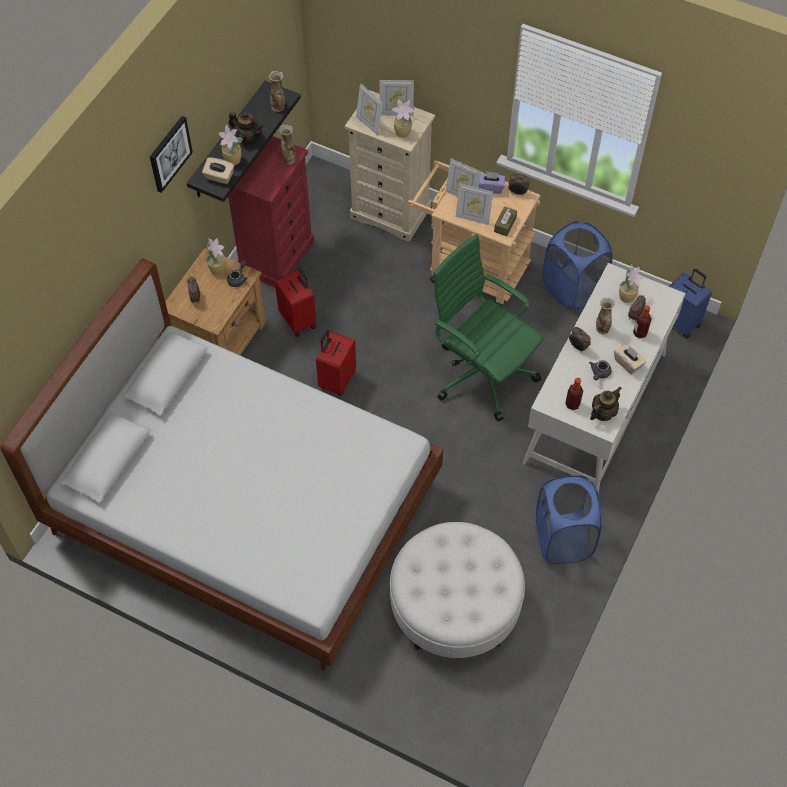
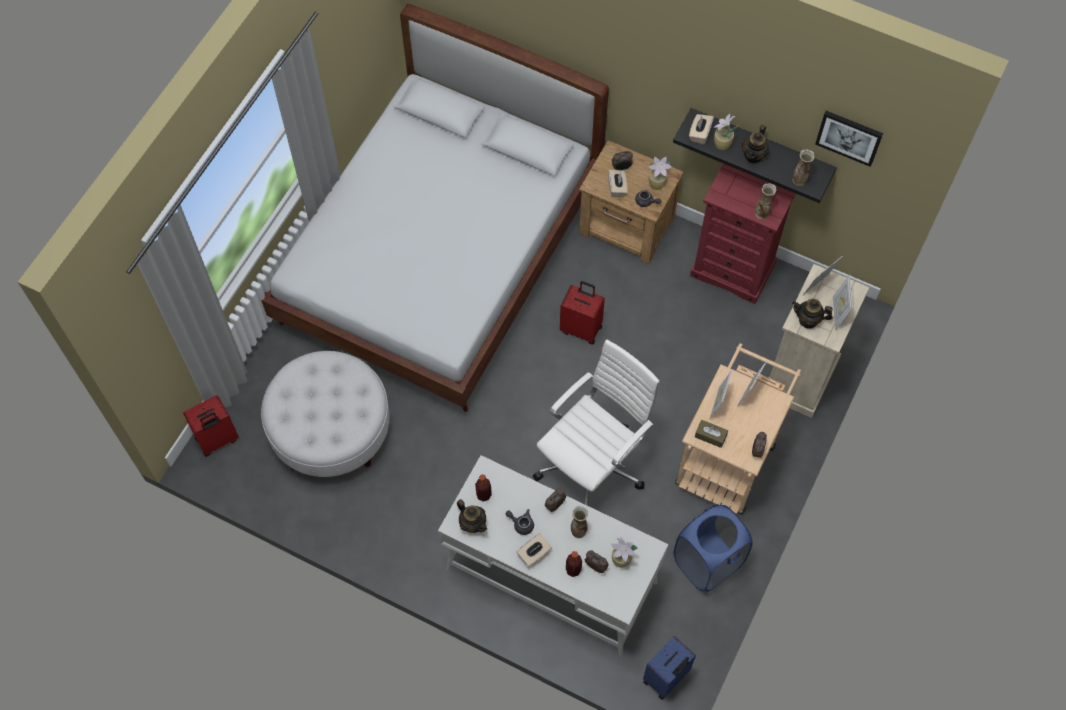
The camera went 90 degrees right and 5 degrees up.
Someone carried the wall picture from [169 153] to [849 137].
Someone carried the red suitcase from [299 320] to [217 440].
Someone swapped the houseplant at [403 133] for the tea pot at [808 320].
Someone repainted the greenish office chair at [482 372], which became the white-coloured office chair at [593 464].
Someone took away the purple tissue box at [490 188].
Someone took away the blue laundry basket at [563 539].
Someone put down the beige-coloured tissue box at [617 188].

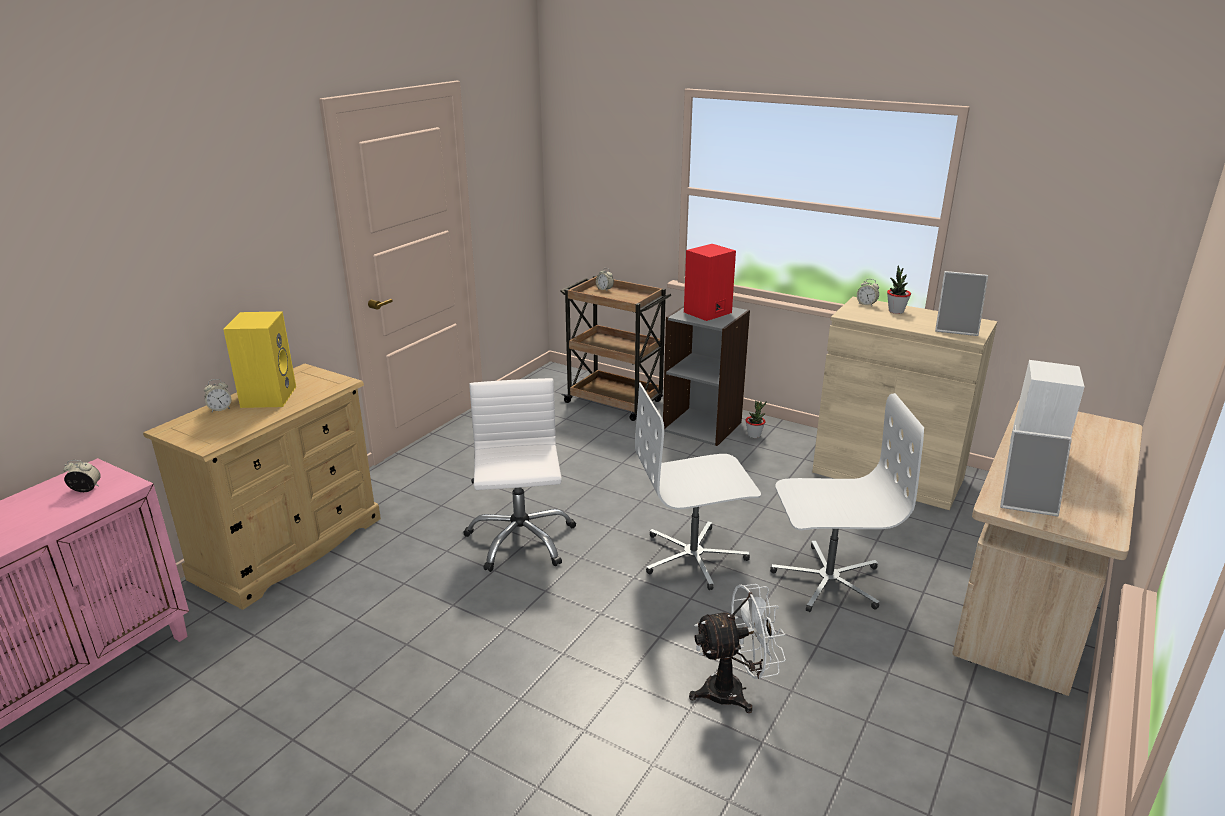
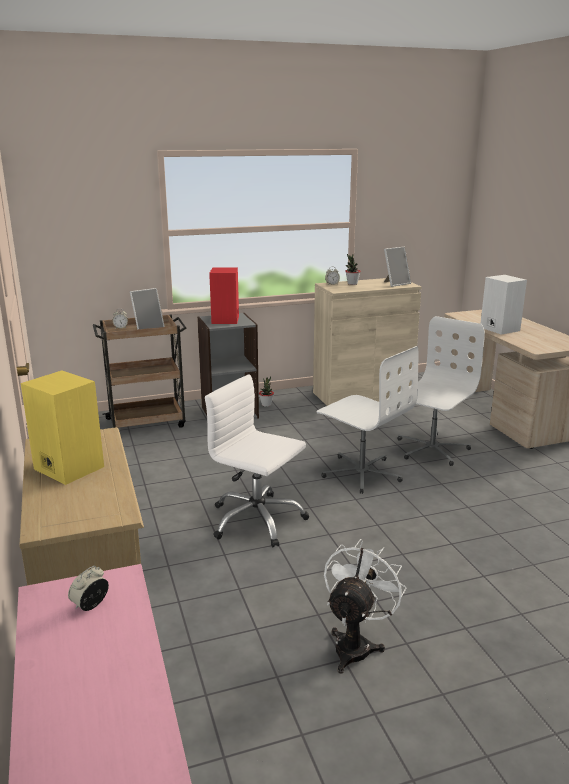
The camera went 50 degrees left and 5 degrees down.
Someone took away the alarm clock at [220 409].
Someone rotated the white-coloured office chair at [694 557] by 75 degrees counterclockwise.
Someone carried the white-coloured cooling fan from [734 690] to [356 644].
Someone carried the photo frame from [1027 503] to [148 328].

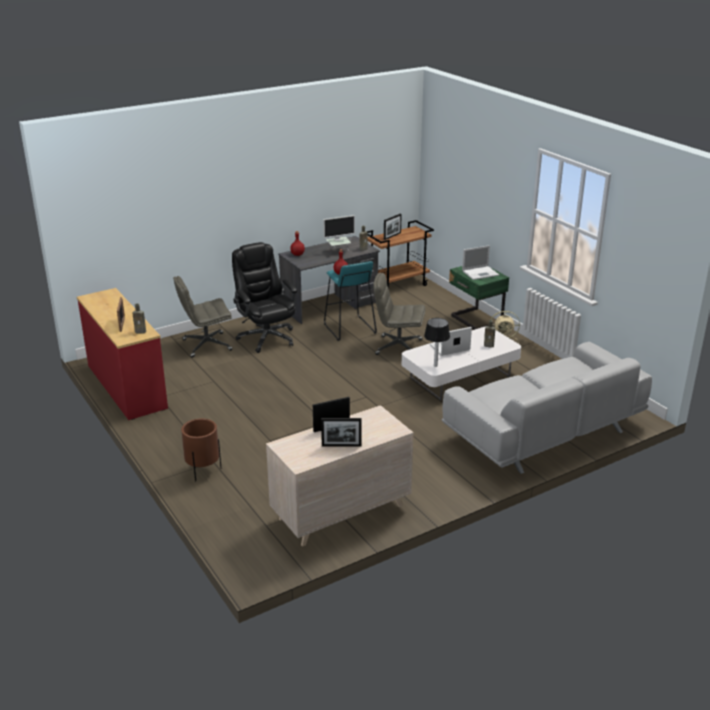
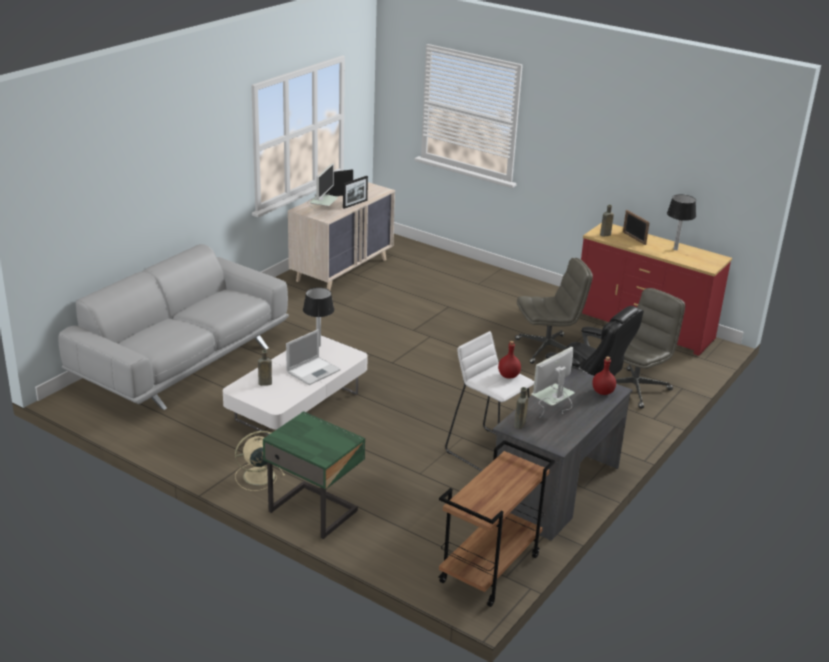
The camera went 155 degrees right and 0 degrees up.
Someone took away the brown-coloured plant pot at [203 471].
Someone repainted the turquoise-coloured sitting stool at [349 329], which became the white-coloured sitting stool at [489 452].
Someone carried the gray office chair from [398 347] to [547 349].
Someone took away the photo frame at [392 236].
Someone took away the laptop at [481 273].
Someone put down the computer display at [323 213].
Someone put down the tabletop lamp at [675 249].

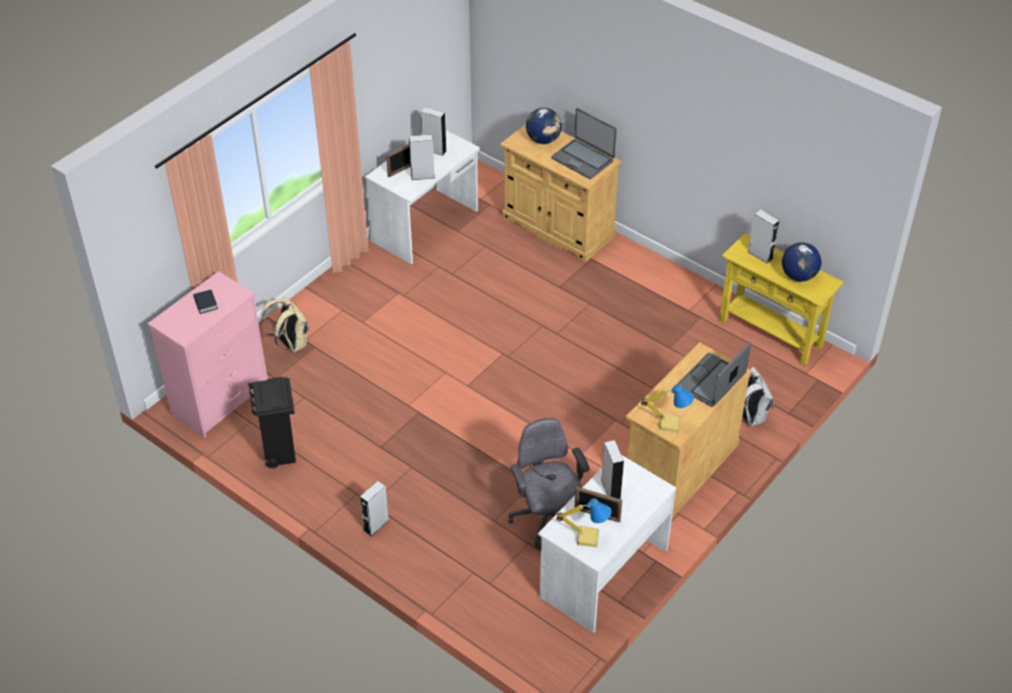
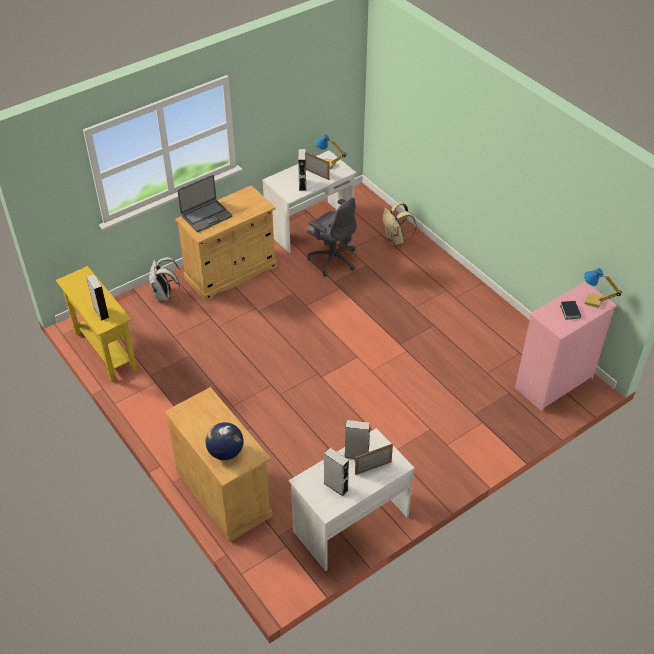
The camera went 165 degrees left and 0 degrees up.
Someone took away the black rubbish bin at [280 453].
Someone carried the beige-coloured rucksack from [291 344] to [396 240].
Someone took away the gray speaker at [376 525].
Someone rotated the gray office chair at [547 520] by 45 degrees counterclockwise.
Someone took away the laptop at [583 159].
Someone carried the tabletop lamp from [669 423] to [593 302].
Someone took away the globe at [798 275].

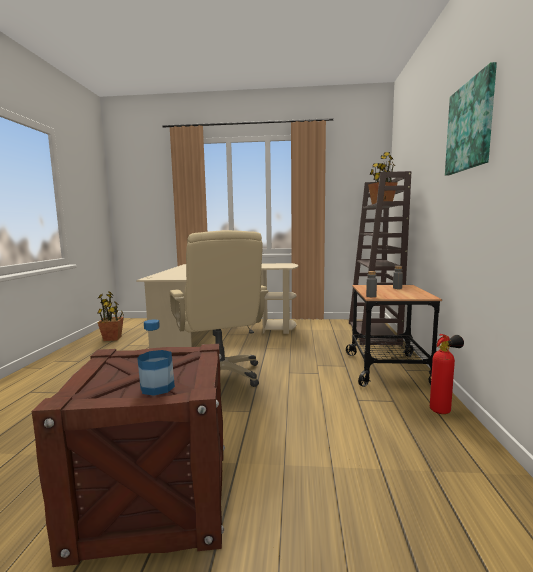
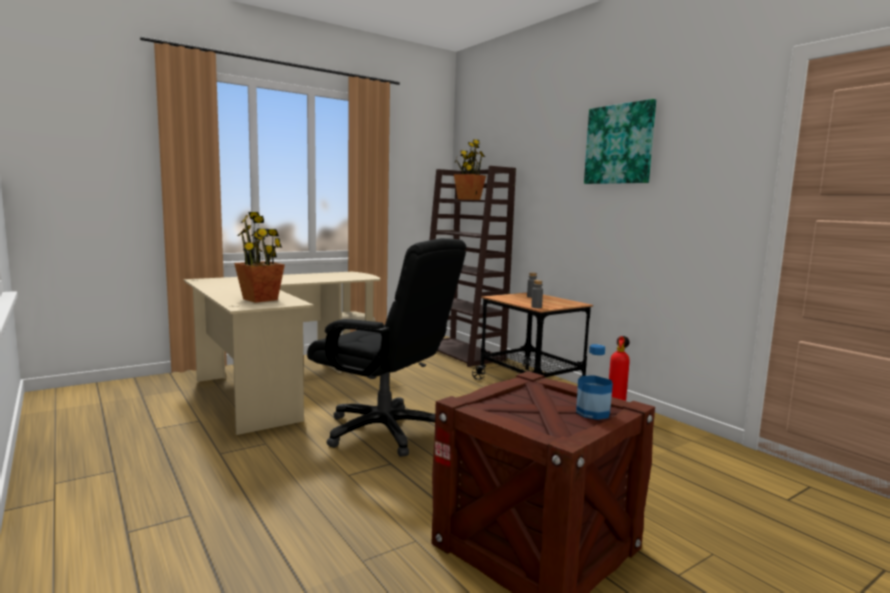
The camera went 40 degrees left and 0 degrees up.
Someone carried the houseplant from [113 338] to [260 299].
Someone repainted the beige-coloured office chair at [220 376], which became the black office chair at [385 431].

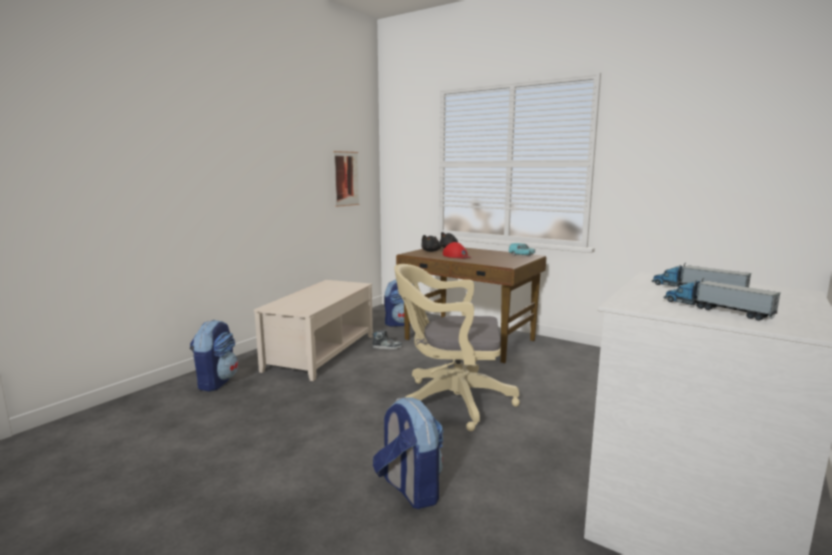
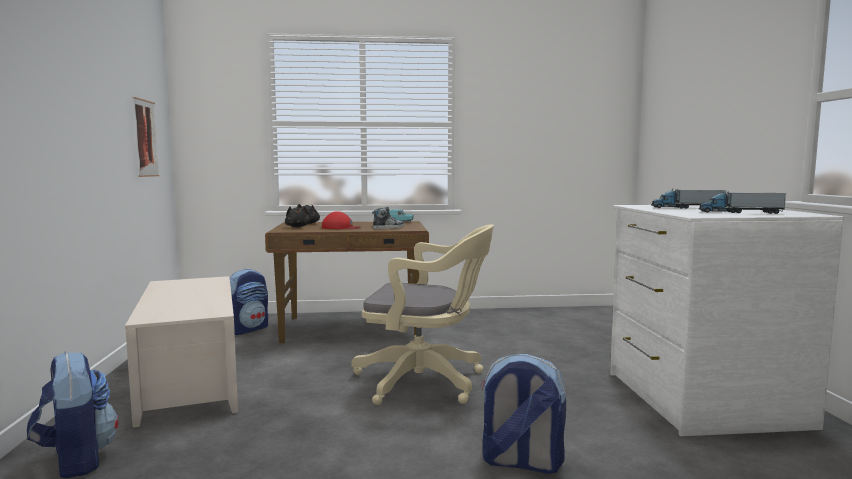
The camera went 40 degrees left and 5 degrees down.
Someone carried the low shoe from [387 347] to [388 228].
Someone rotated the beige-coloured office chair at [450 400] by 135 degrees counterclockwise.

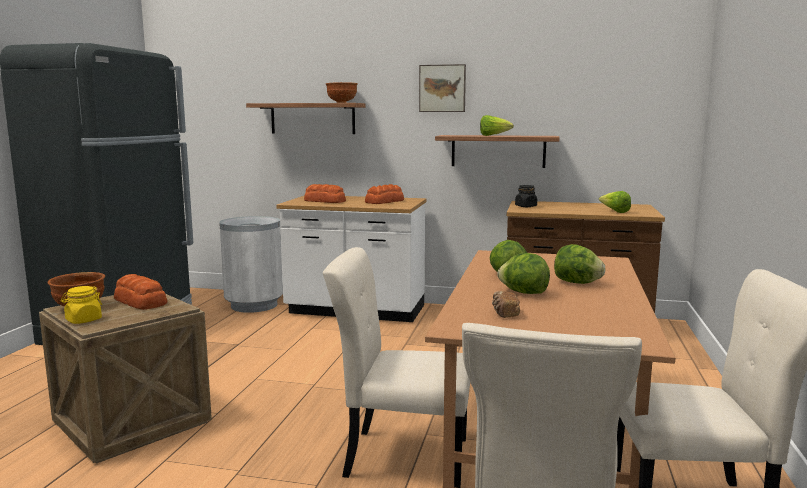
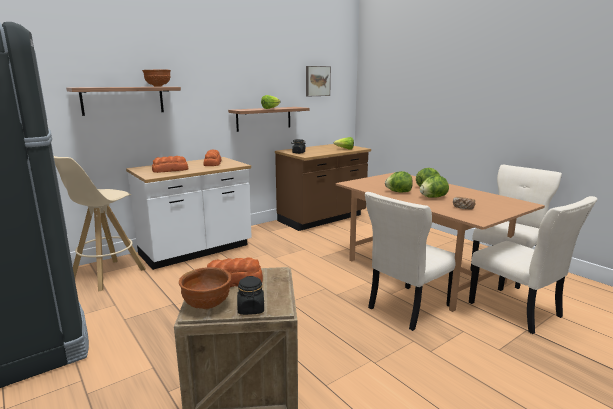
The camera went 50 degrees left and 5 degrees up.
Someone repainted the yellowish storage jar at [83 320], which became the black storage jar at [251 309].
Someone swapped the white-coloured rubbish bin at [254 305] for the beige-coloured sitting stool at [107 275].
Someone carried the wall picture from [442 88] to [317 81].

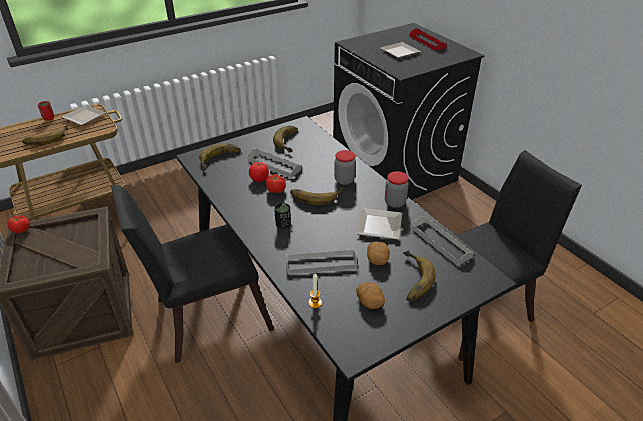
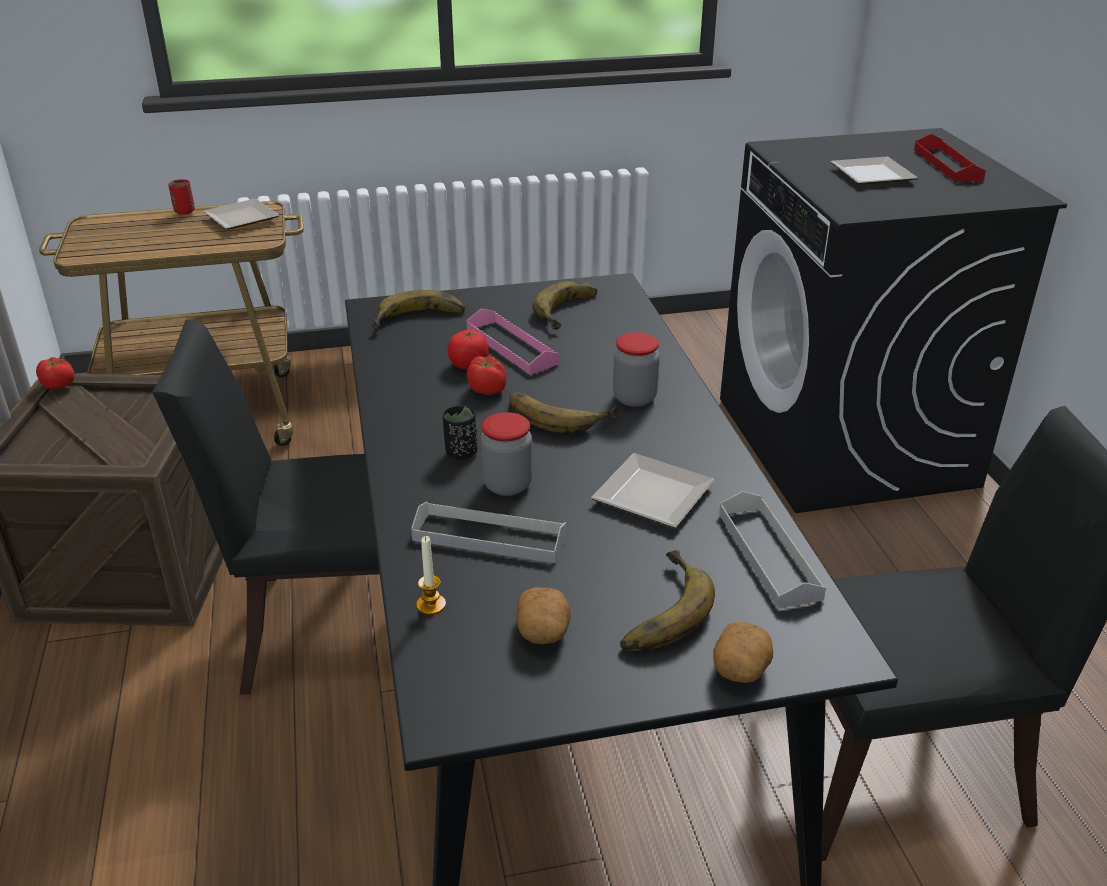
The camera went 20 degrees right and 5 degrees down.
Someone took away the banana fruit at [46 138].
Someone repainted the gray carrying tray at [274 165], which became the pink-coloured carrying tray at [512 346].
Someone carried the potato from [377 259] to [741 668].
Someone carried the storage jar from [395 202] to [507 485].

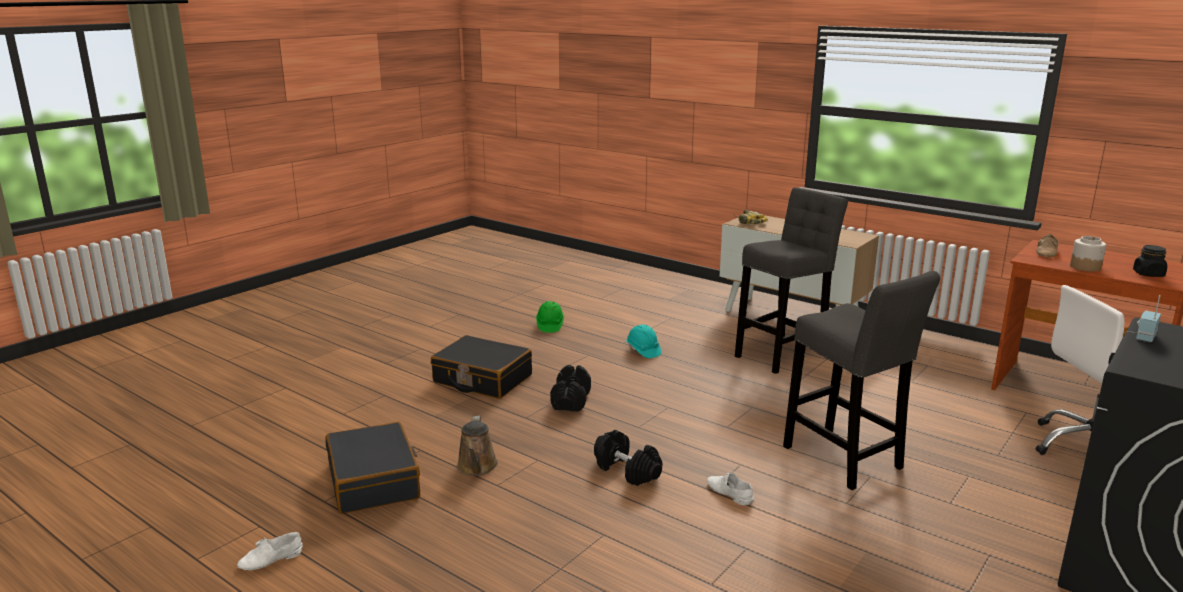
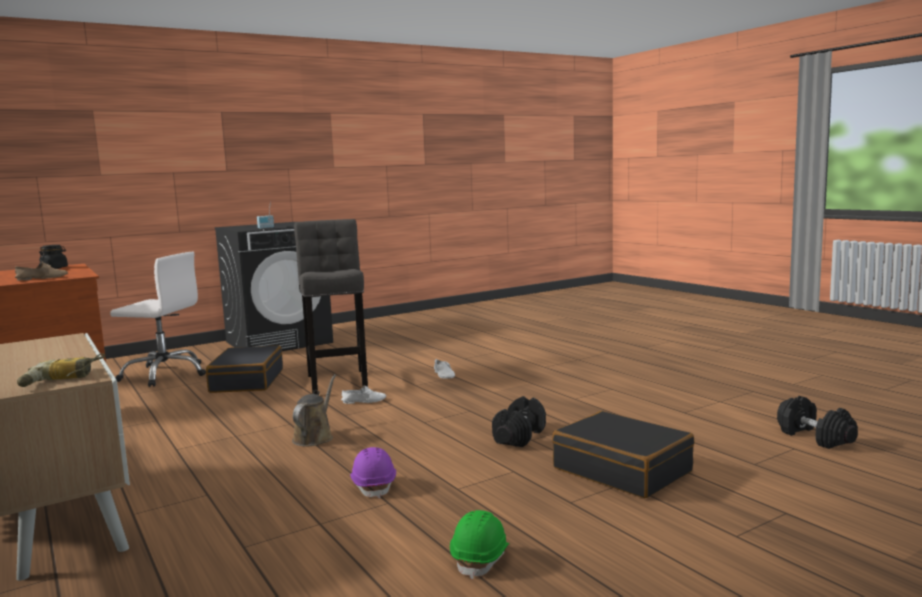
The camera went 160 degrees left and 10 degrees down.
Someone carried the white-coloured low shoe from [271 559] to [364 401].
Someone carried the black suitcase from [374 481] to [246 381].
Someone carried the brown-coloured watering pot from [477 467] to [315 437].
Someone carried the black hand weight from [626 471] to [815 437].
Someone repainted the turquoise-coloured hard hat at [643 351], which became the purple hard hat at [374 485].
Someone took away the gray sitting stool at [783 354].
Someone took away the storage jar at [1085 267].

